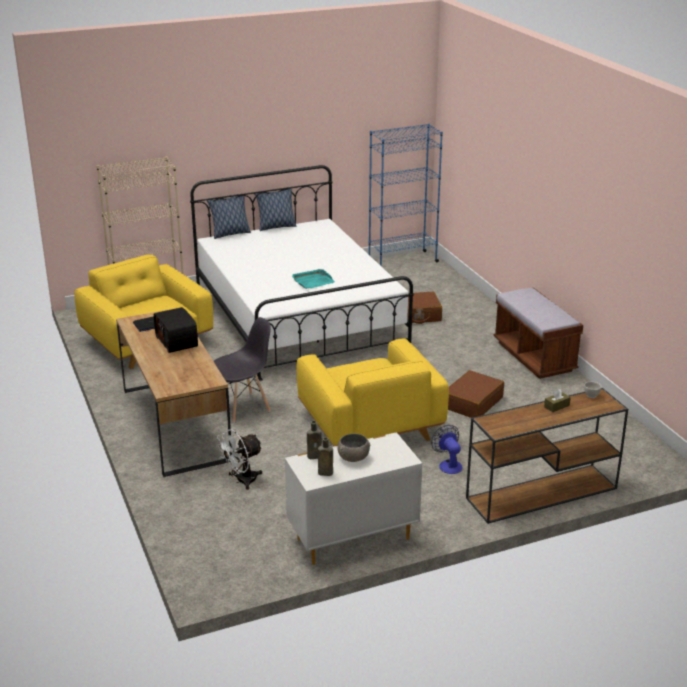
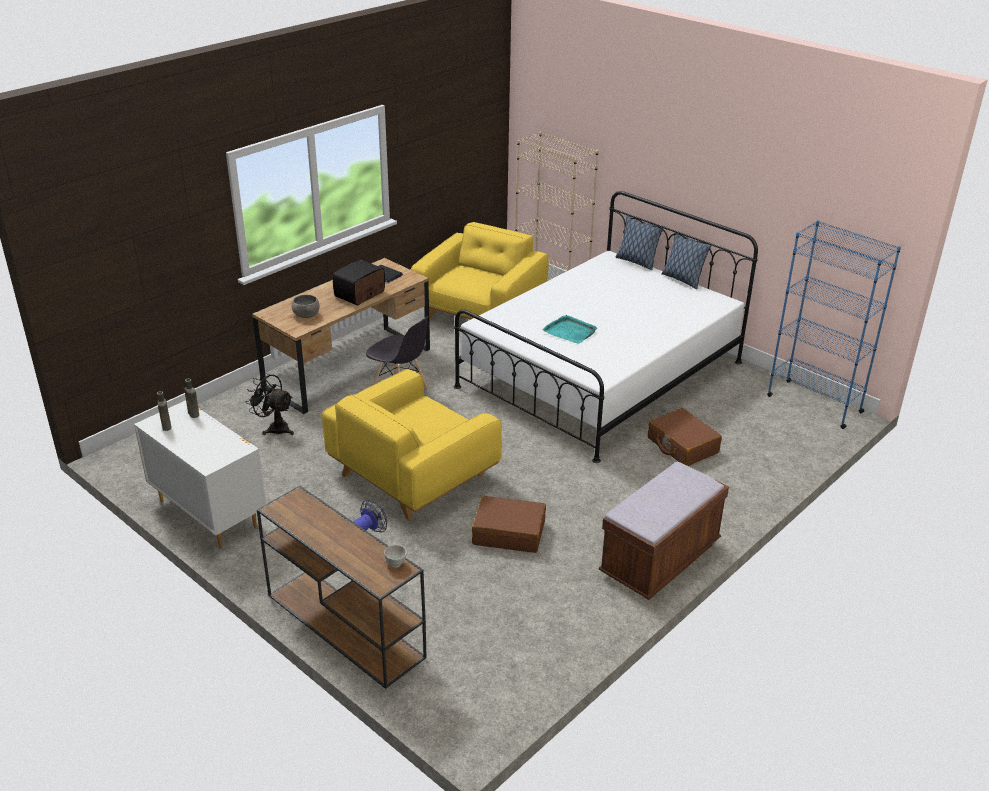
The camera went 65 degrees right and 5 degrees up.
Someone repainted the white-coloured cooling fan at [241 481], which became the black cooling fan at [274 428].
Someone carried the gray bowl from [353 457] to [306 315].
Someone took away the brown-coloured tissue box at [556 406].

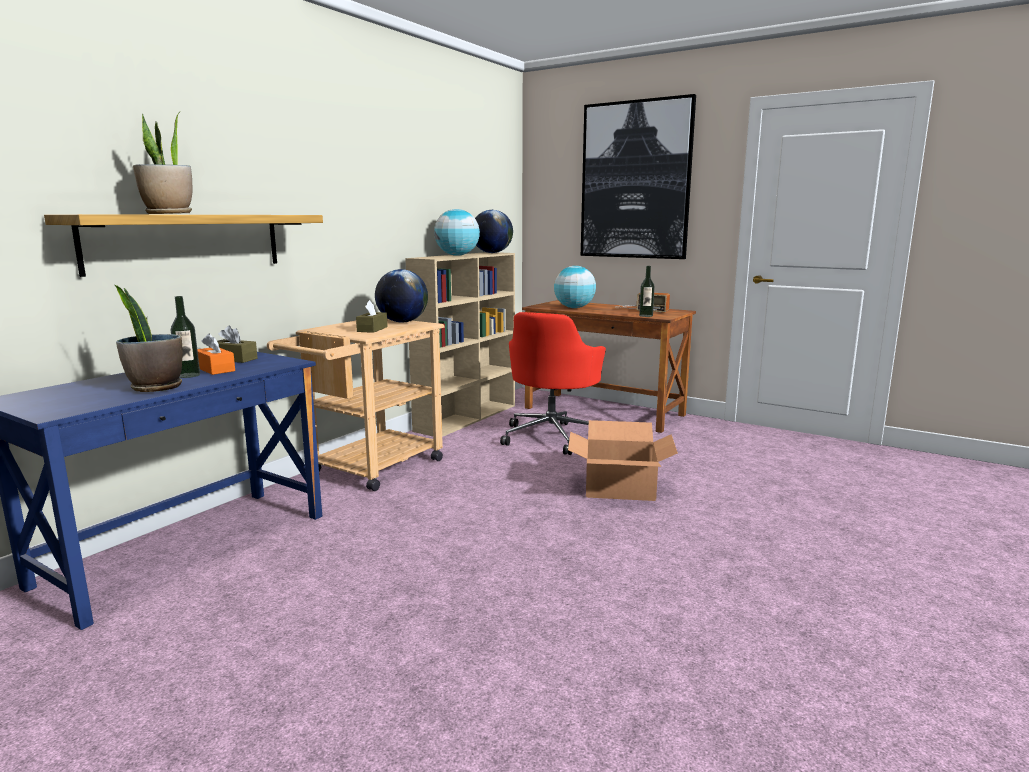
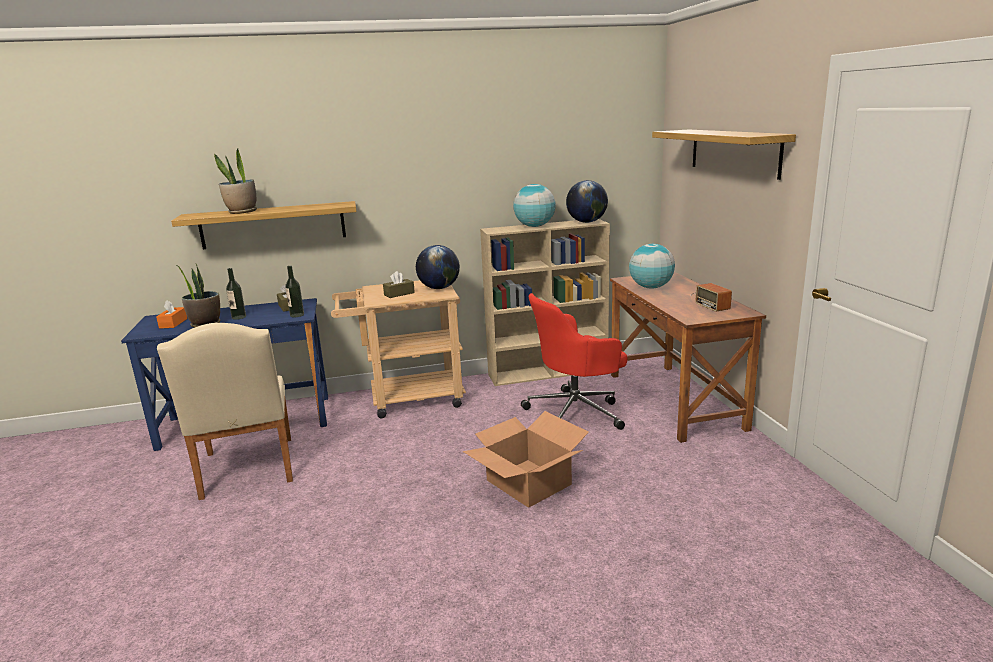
The camera went 45 degrees right and 5 degrees up.
Someone carried the orange tissue box from [215 369] to [173 323].
Someone swapped the wall picture at [635 181] for the shelf at [733 152].
Someone carried the drink bottle from [646 316] to [297 315].
Someone put down the beige-coloured upright chair at [247 471].

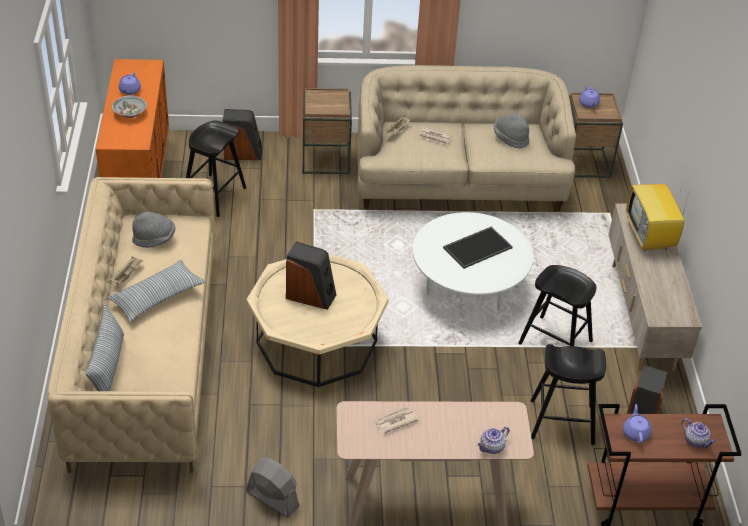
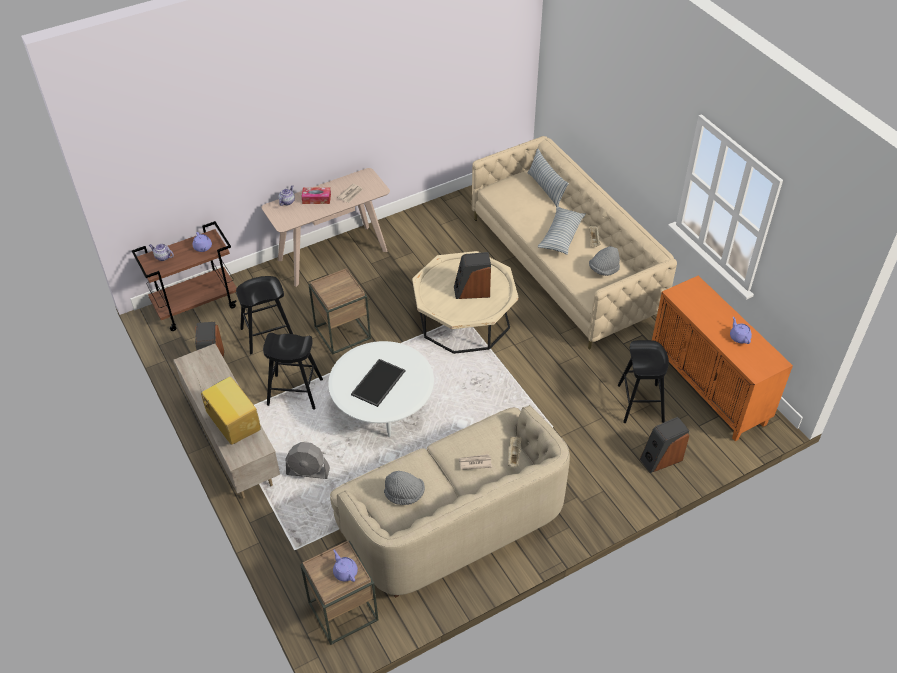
The camera went 155 degrees right and 5 degrees up.
Someone took away the bowl at [130 113].
Someone carried the gray cooling fan from [272 498] to [308 471].
Someone carried the brown-coloured side table from [326 159] to [342 333].
Someone put down the tissue box at [316 199].

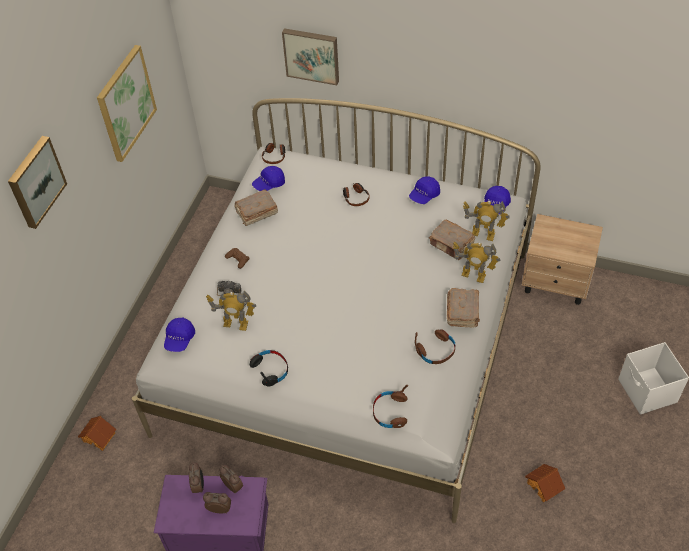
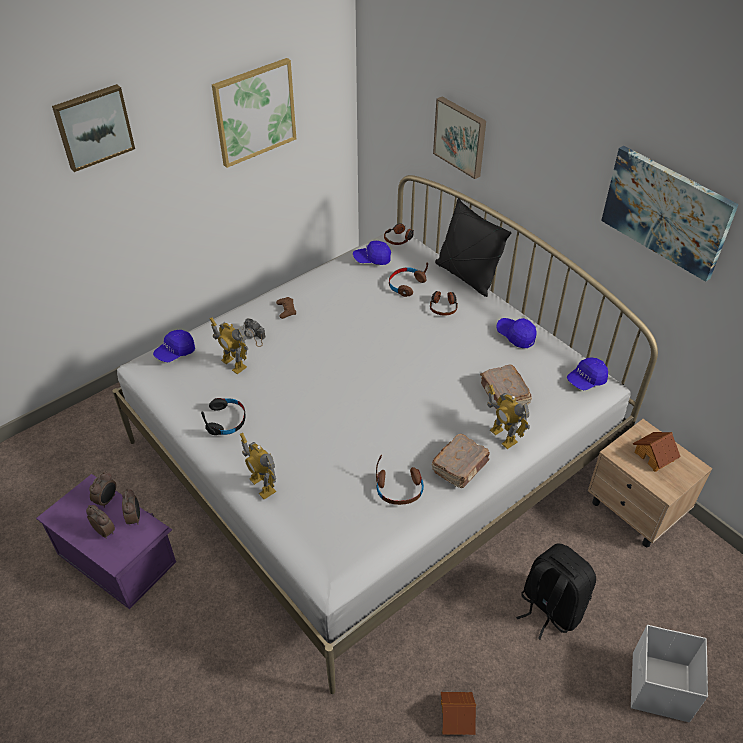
The camera went 30 degrees right and 5 degrees down.
Someone carried the toy house from [99 436] to [654 456].
Someone took away the brown-coloured volume at [256 213].
Someone carried the brown-coloured headphones from [390 412] to [406 285].
Someone rotated the blue baseball cap at [424 195] by 60 degrees clockwise.
Someone carried the robot figure from [483 234] to [262 486].
Someone put down the black pillow at [466 276].
Someone put down the black rucksack at [550 608].
Someone put up the wall picture at [666 211].

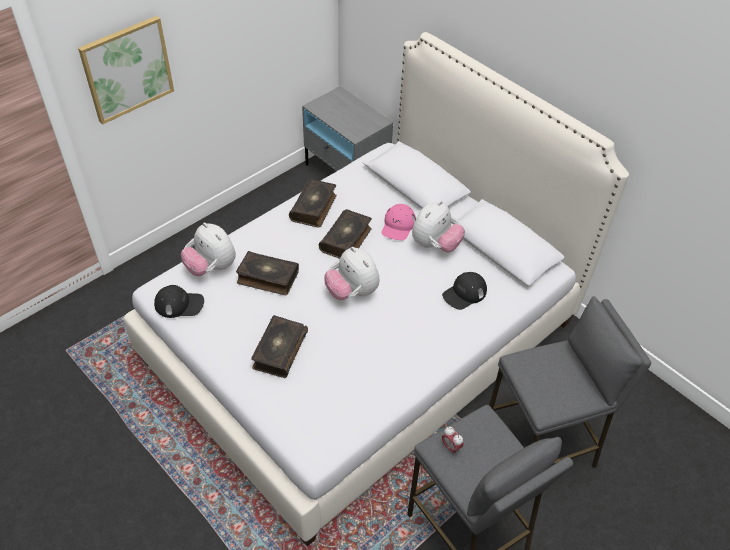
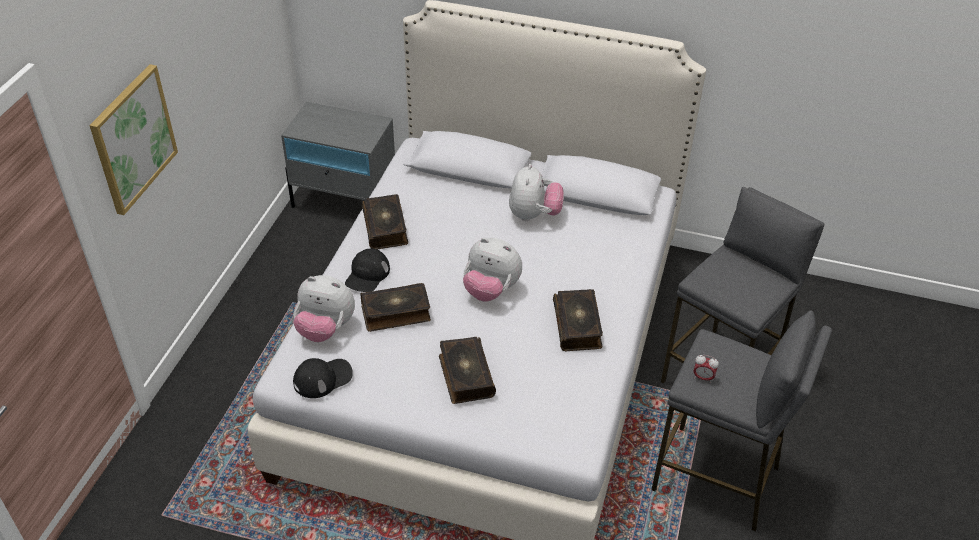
The camera went 30 degrees left and 5 degrees down.
Someone carried the volume from [346 240] to [578 326].
Someone took away the pink-coloured baseball cap at [398 225].
Someone carried the black baseball cap from [464 293] to [367 275].

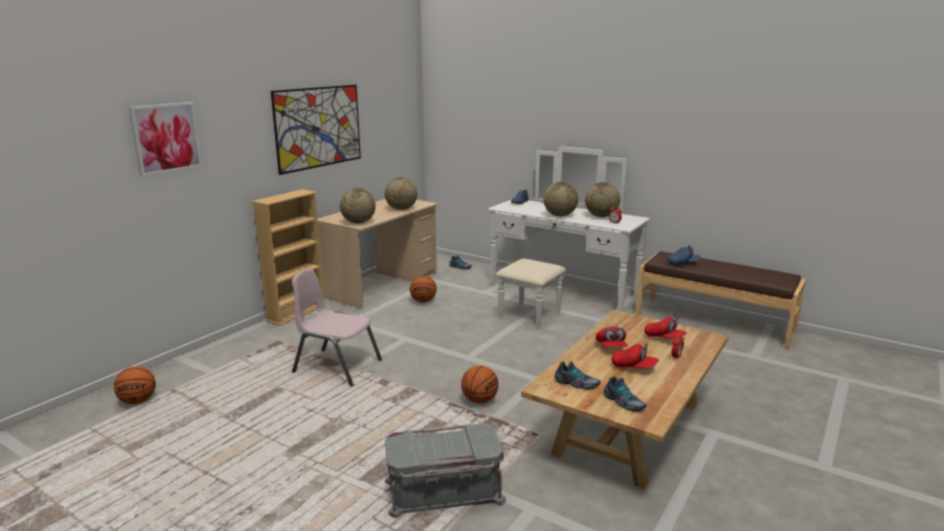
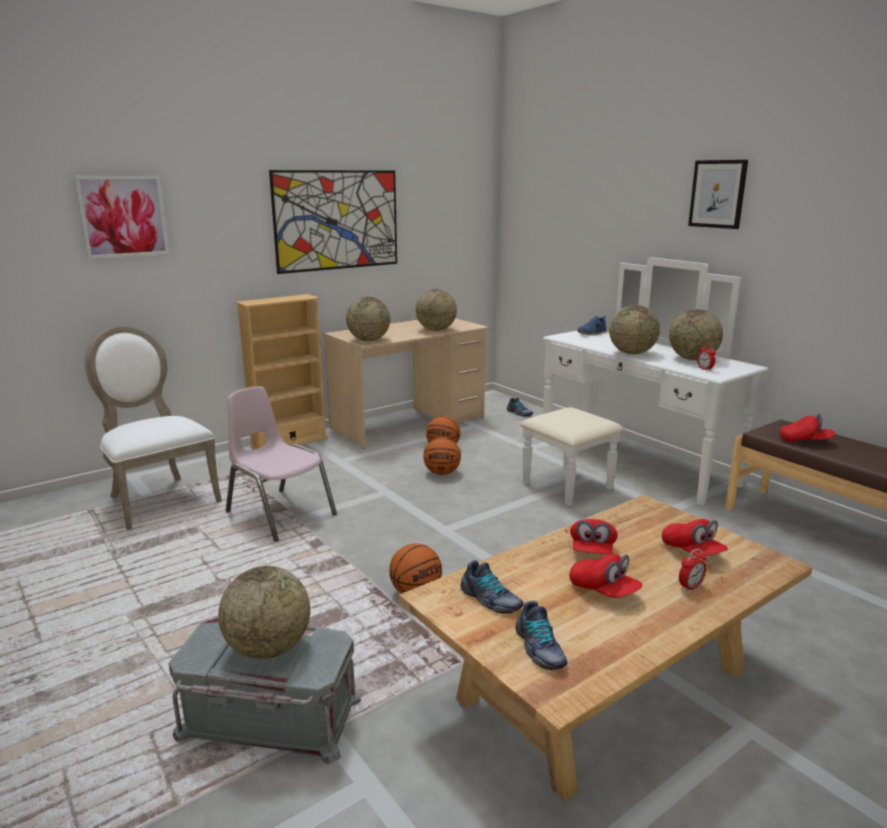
The camera went 20 degrees right and 0 degrees up.
Someone carried the basketball ball from [138 401] to [442 473].
Someone repainted the blue baseball cap at [683 263], which became the red baseball cap at [805 441].
Someone put down the white-coloured upright chair at [159 499].
Someone put down the globe at [268 648].
Someone put up the wall picture at [717 194].

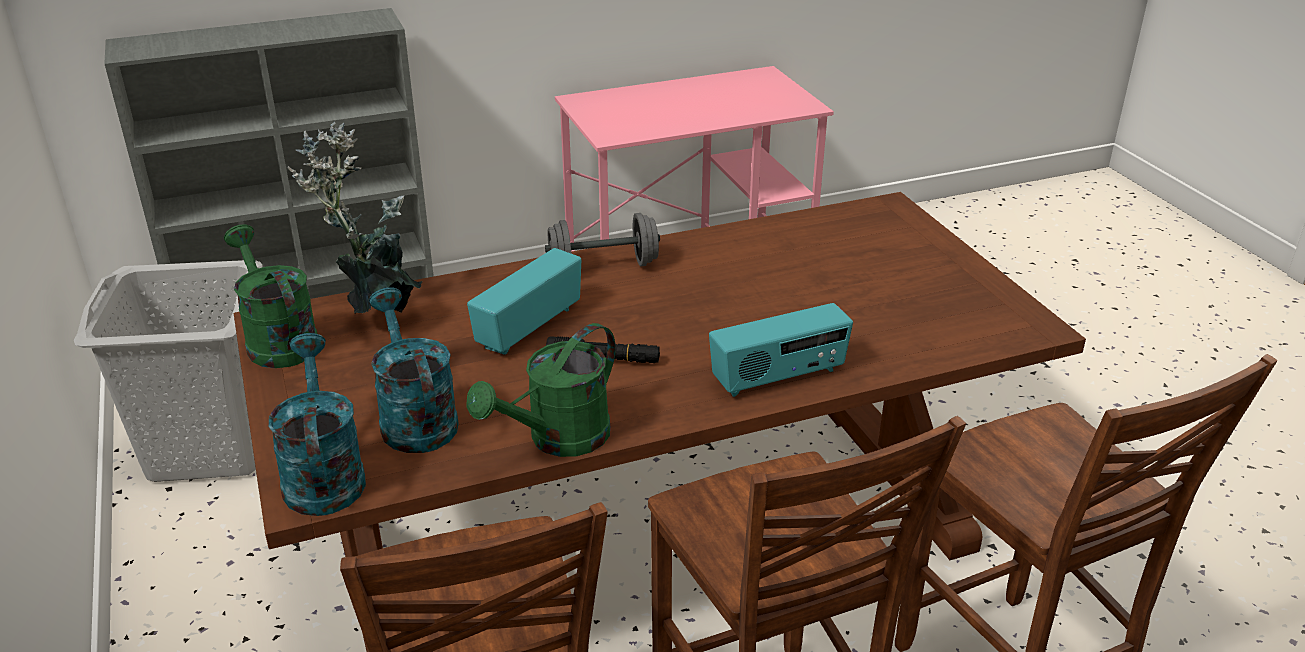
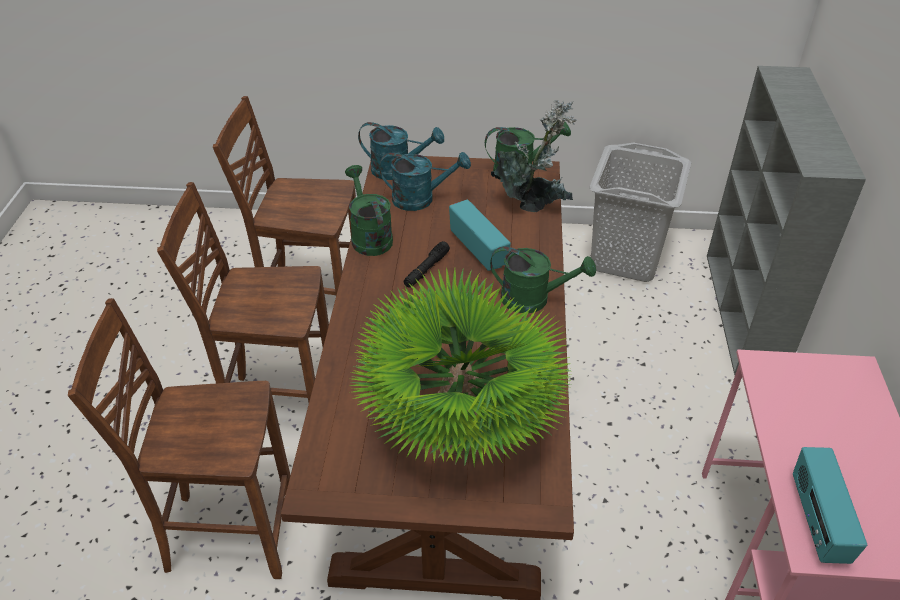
The camera went 115 degrees right and 10 degrees up.
Someone swapped the gray hand weight at [603 266] for the greenish watering pot at [534 299].
Someone carried the radio receiver from [778 378] to [817 521].
Someone put down the houseplant at [461 433].

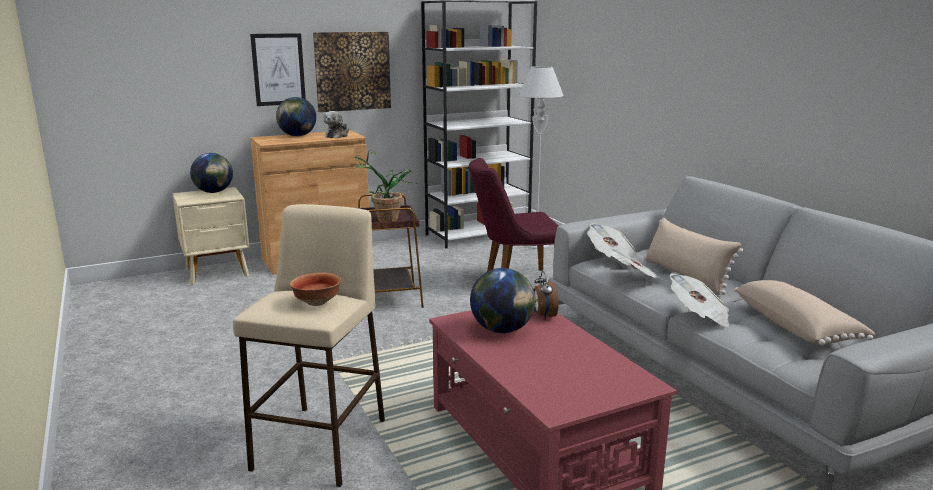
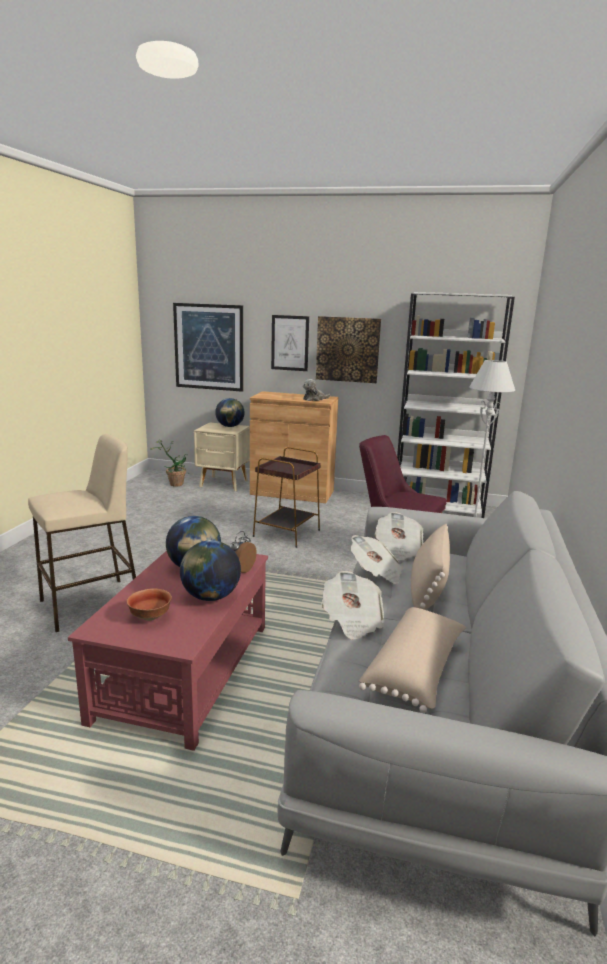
The camera went 40 degrees right and 0 degrees up.
Someone carried the globe from [297 136] to [210 597].
Someone carried the bowl from [316 303] to [149 617].
Someone carried the houseplant from [381 219] to [174 483].
Someone put up the wall picture at [209 347].

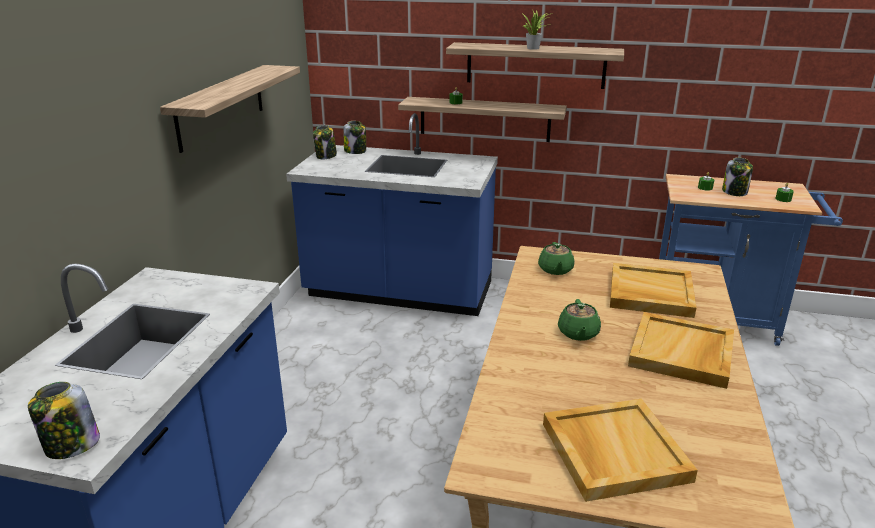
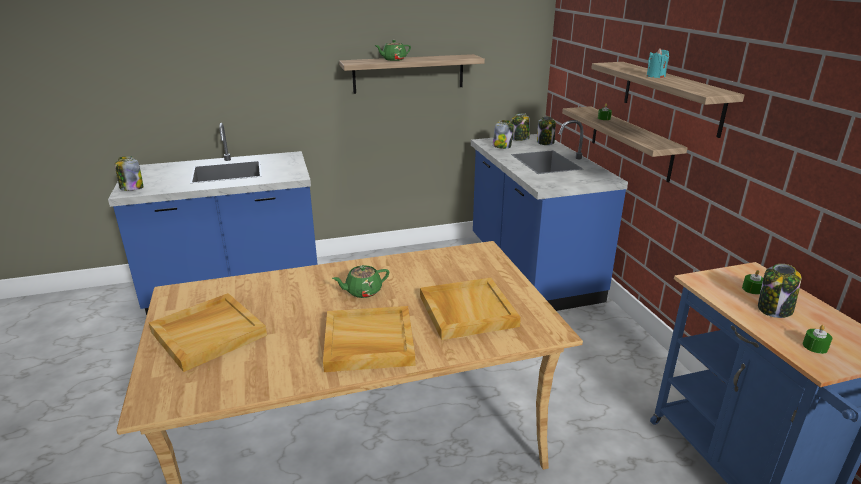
The camera went 60 degrees right and 0 degrees up.
Someone swapped the houseplant at [534 48] for the turquoise-coloured candle at [655 76].
Someone carried the greenish tea pot from [555 270] to [393 59].
Someone put down the storage jar at [502 146].

